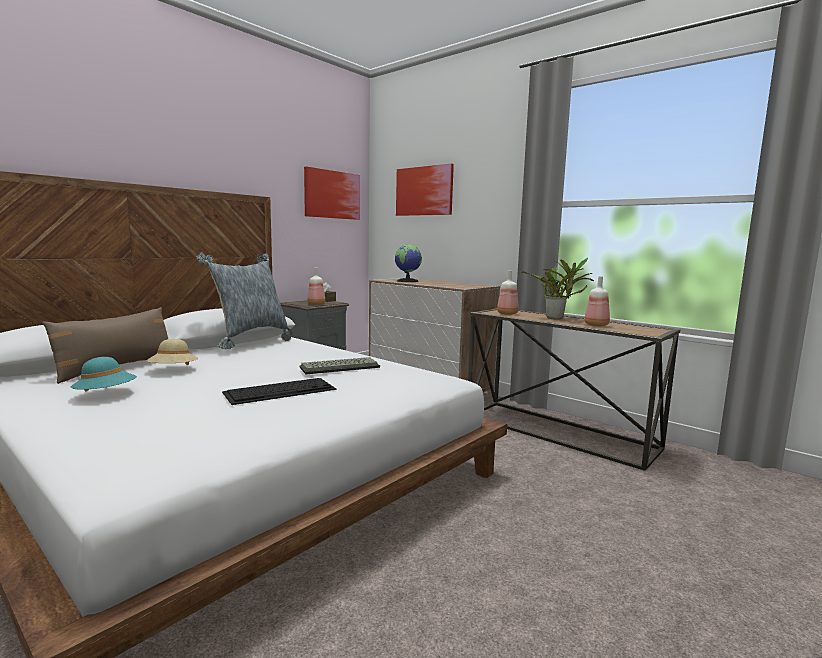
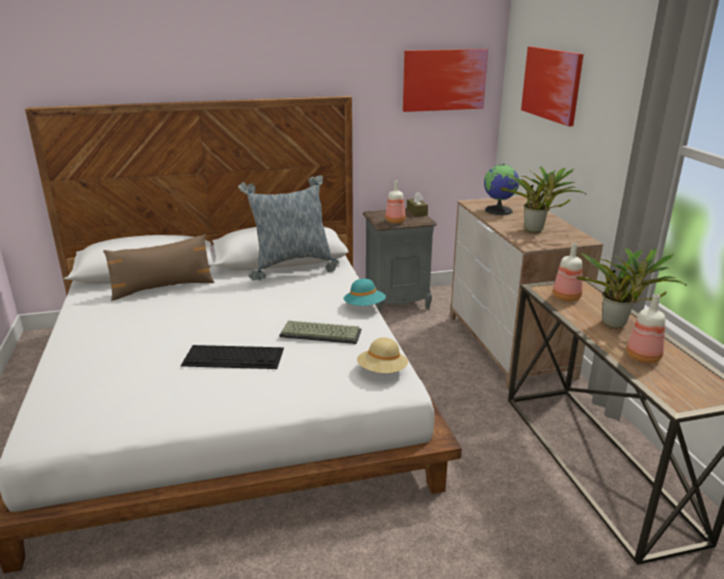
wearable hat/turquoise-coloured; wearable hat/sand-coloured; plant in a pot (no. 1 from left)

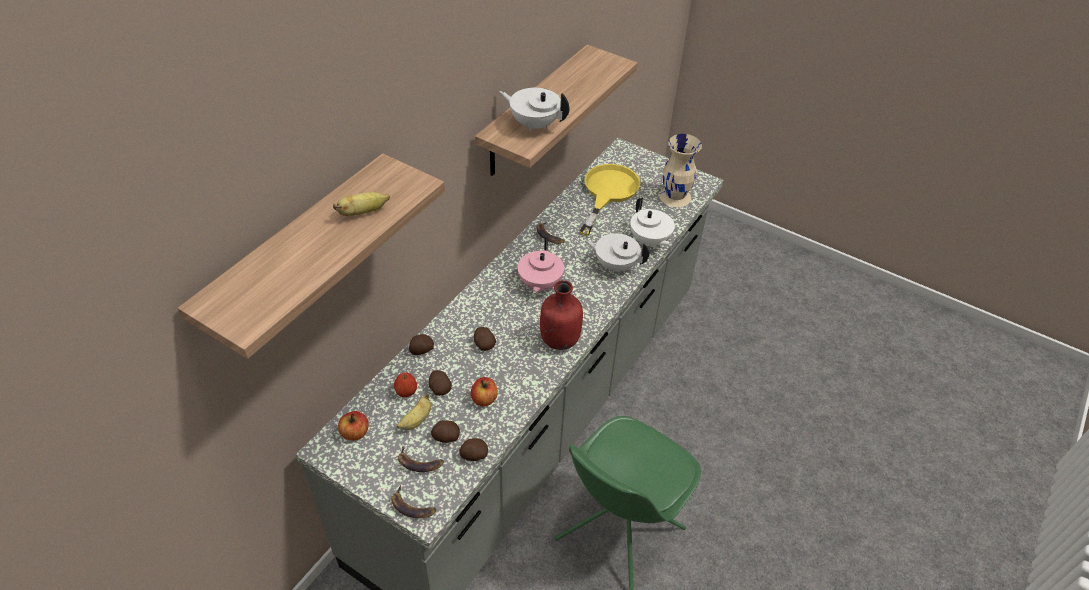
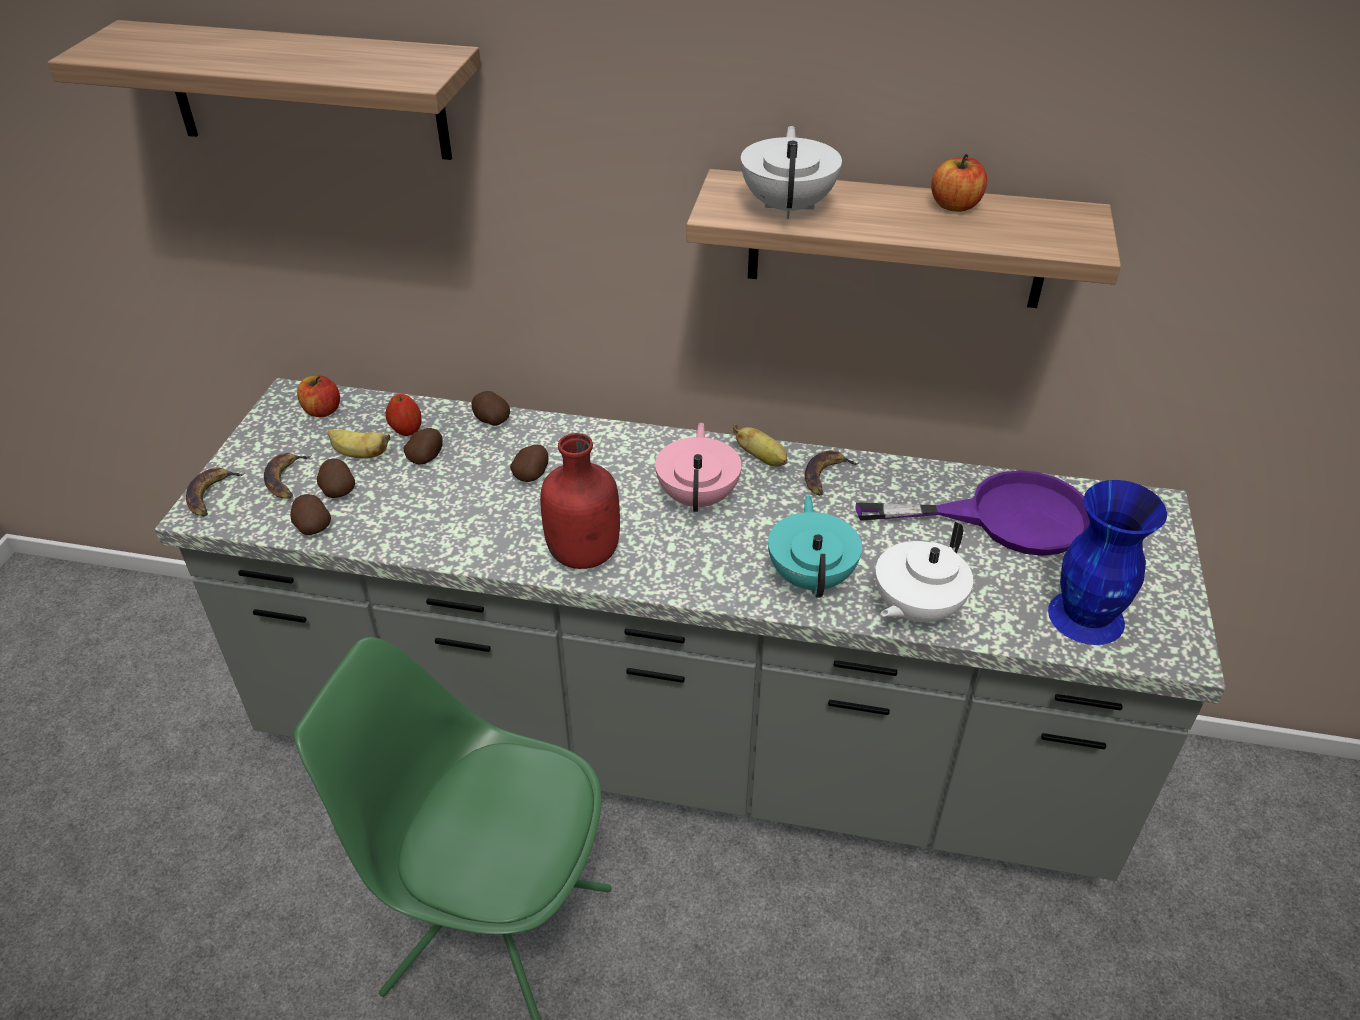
banana (no. 4 from left); whole apple (no. 3 from left); tea pot/pink; frying pan/purple-coloured; tea pot/turquoise-coloured; decorative vase/blue

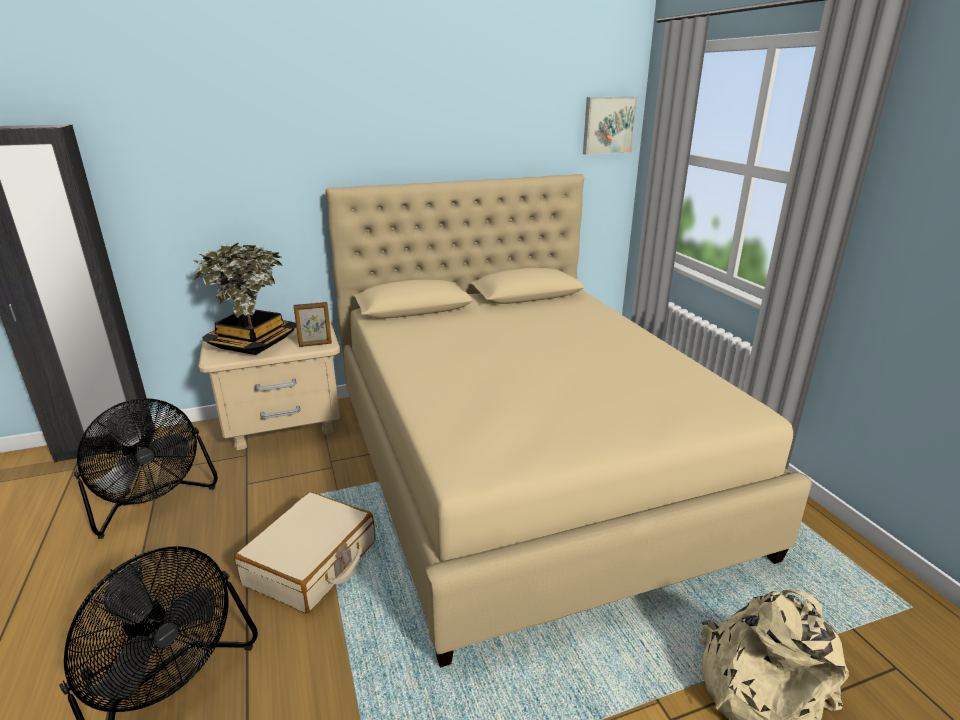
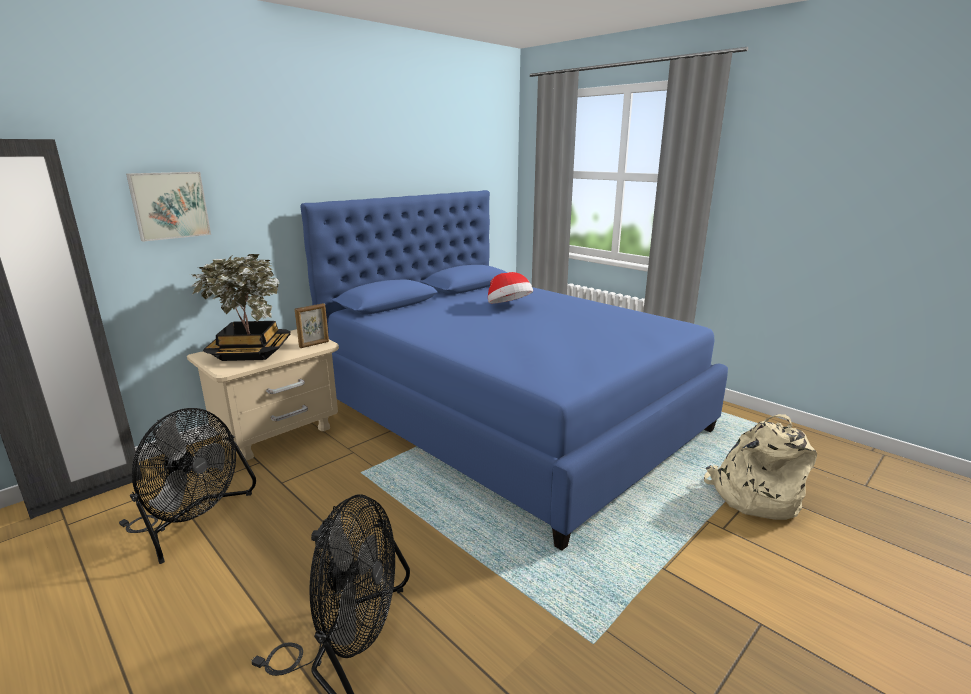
suitcase/sand-coloured; sleeping bed/blue; wall art; wearable hat

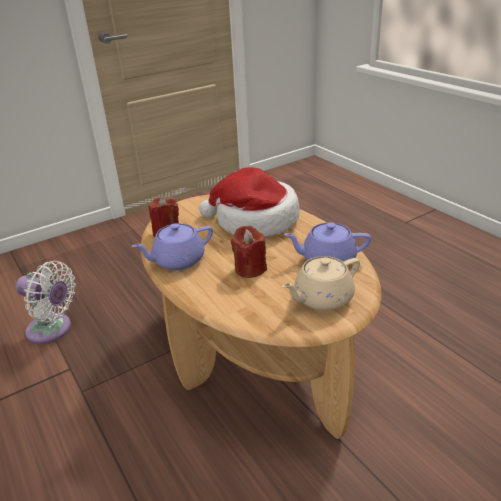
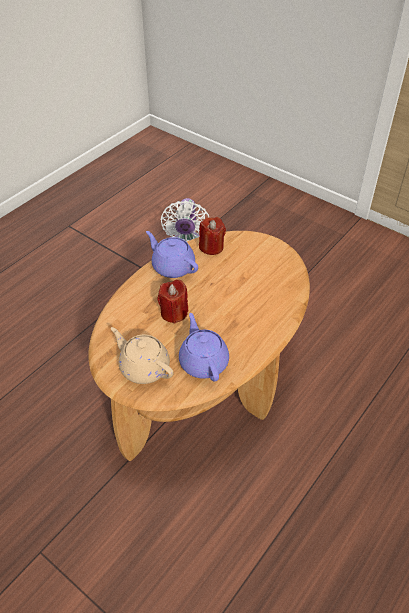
wearable hat

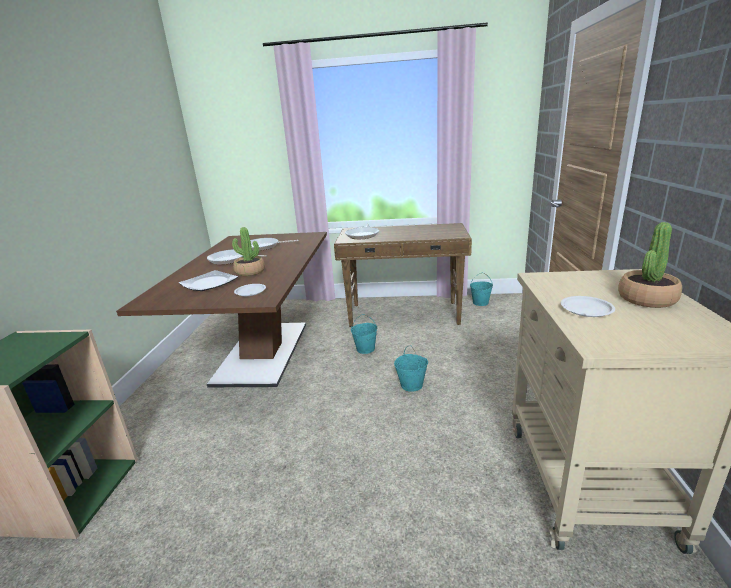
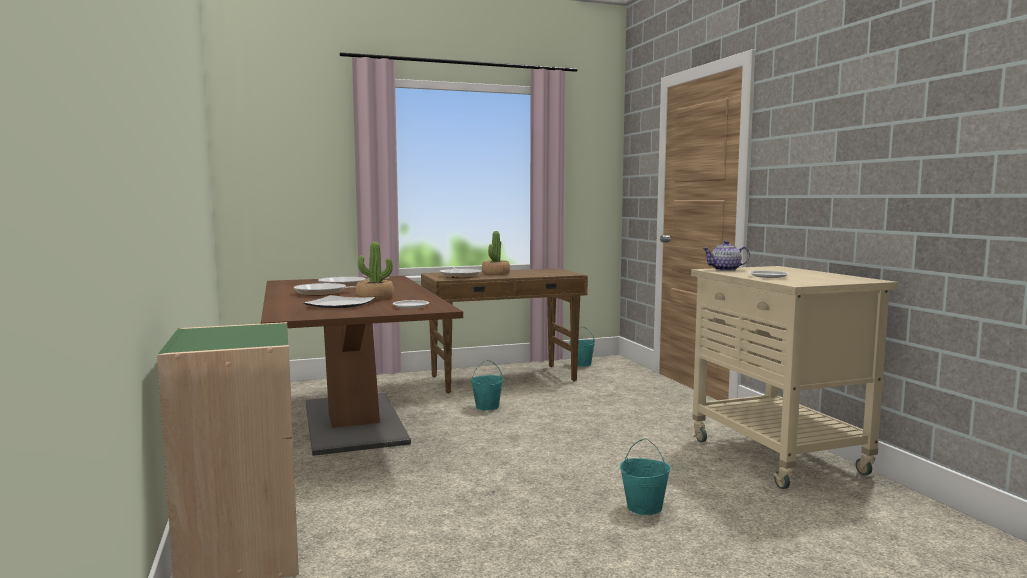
bucket/turquoise-coloured (no. 3 from left); plant in a pot (no. 2 from left); tea pot

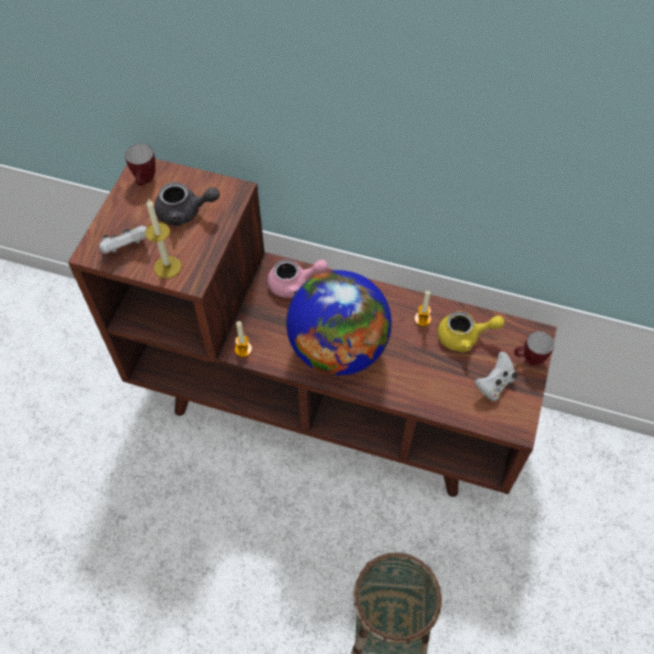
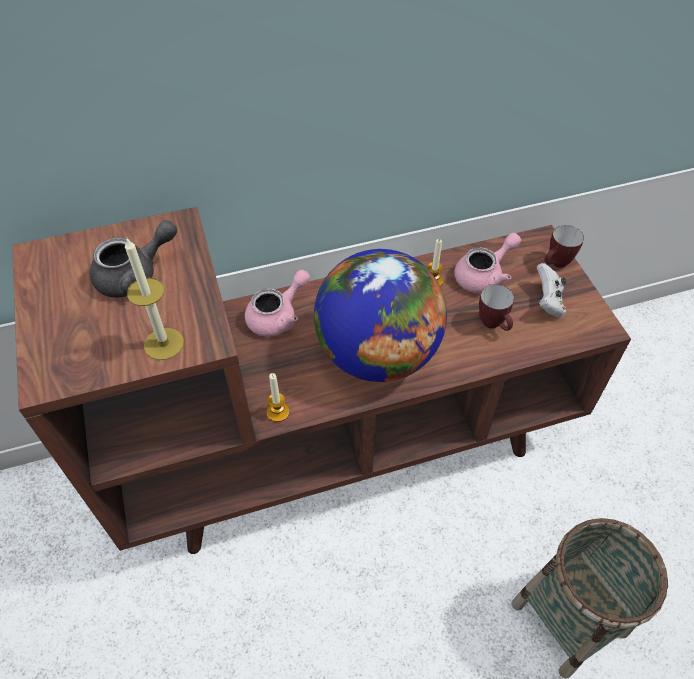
gamepad/white-coloured (no. 1 from left in the first image); tea mug (no. 1 from left); tea pot/pink (no. 2 from left)

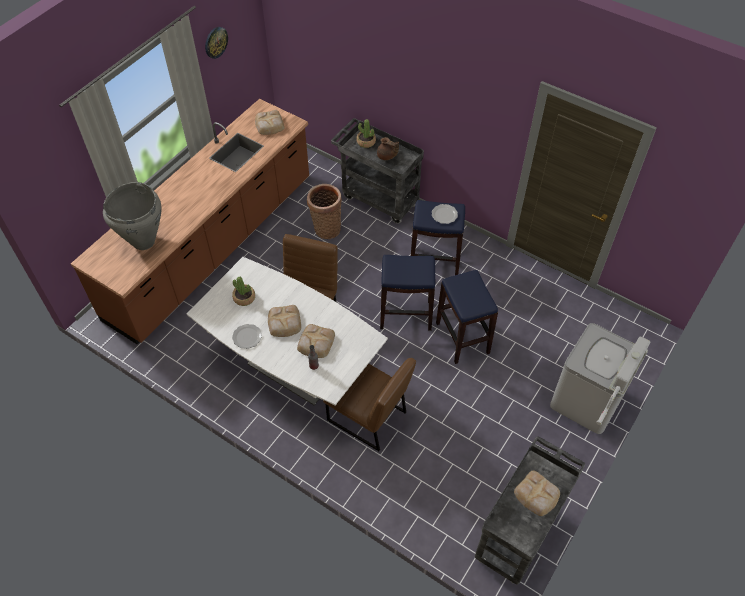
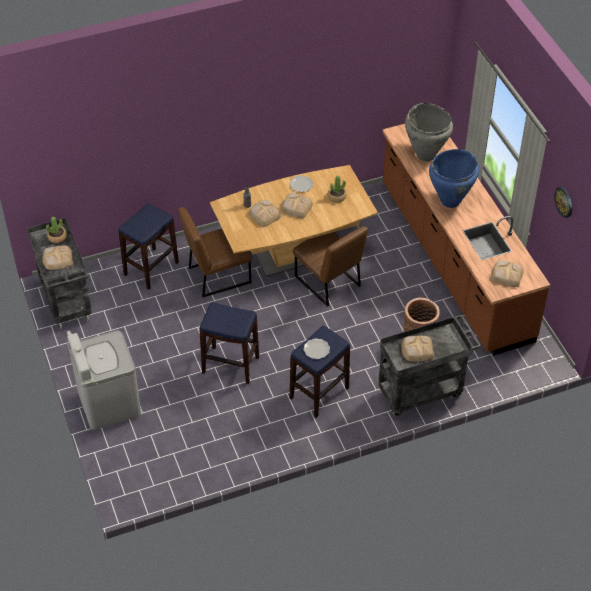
dining table/brownish; plant in a pot (no. 1 from left); bakery bread (no. 4 from left); sitting stool (no. 1 from left); decorative vase/blue

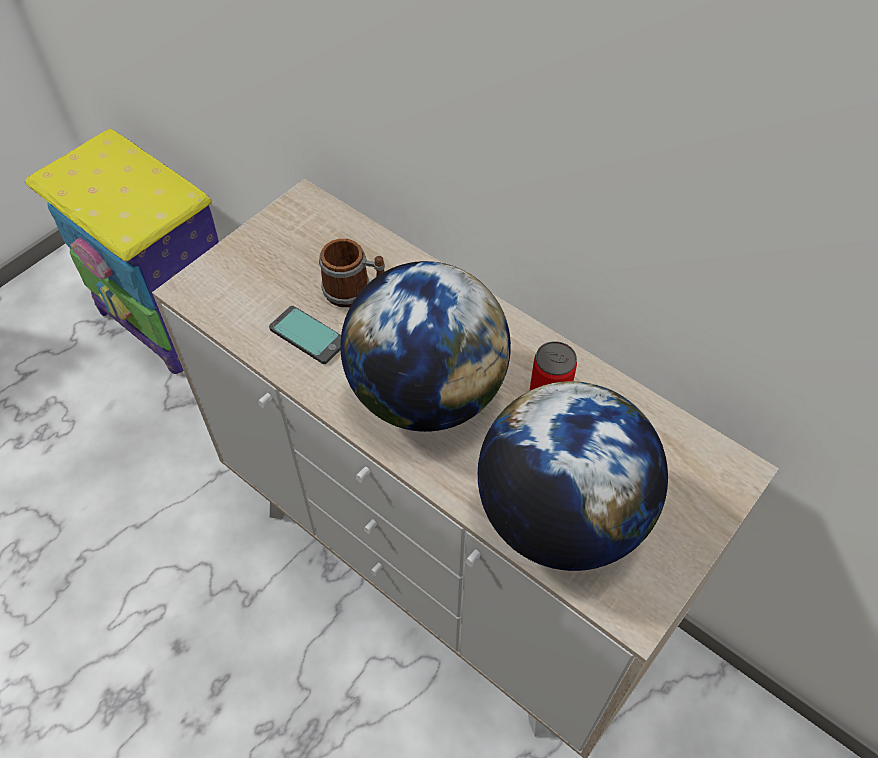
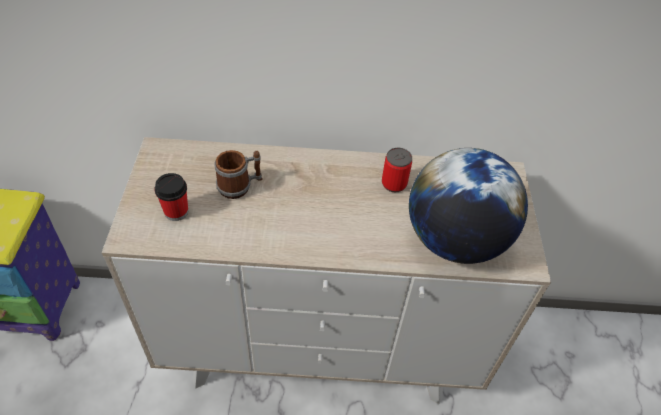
phone; desk globe (no. 1 from left in the first image); cup

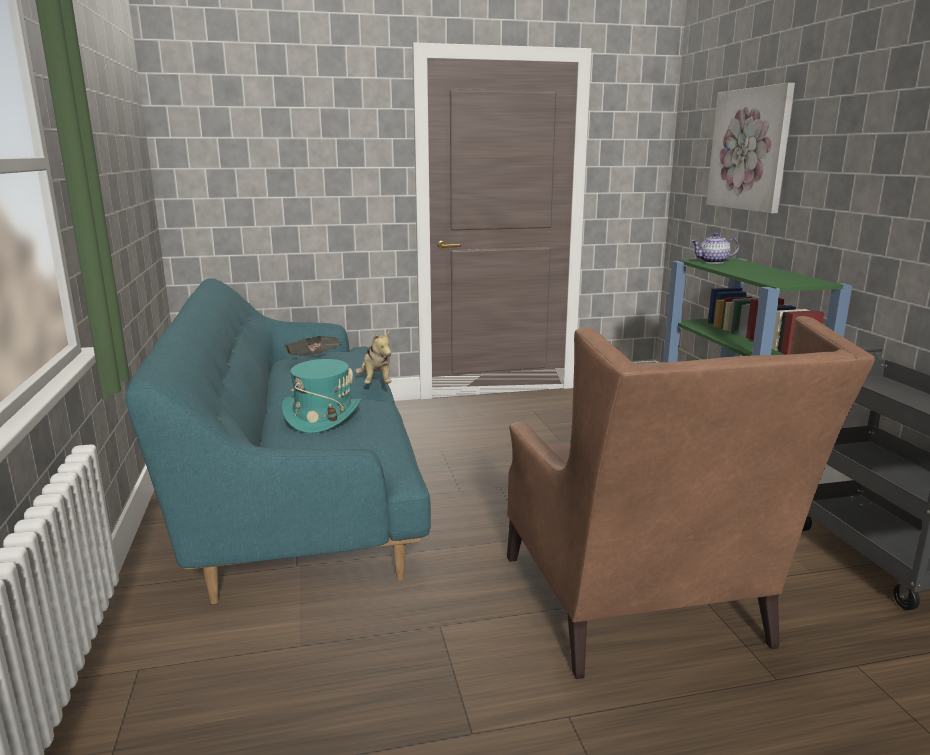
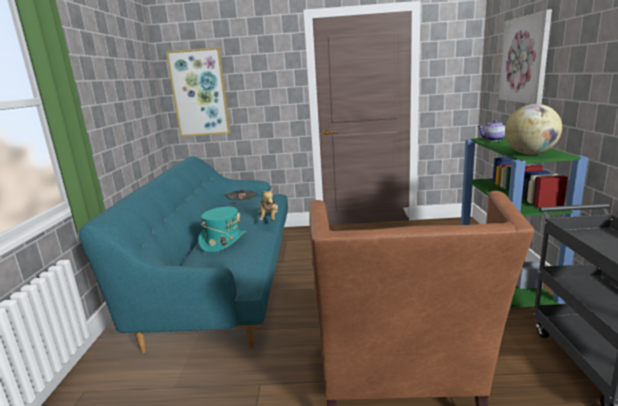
wall art (no. 1 from left); desk globe

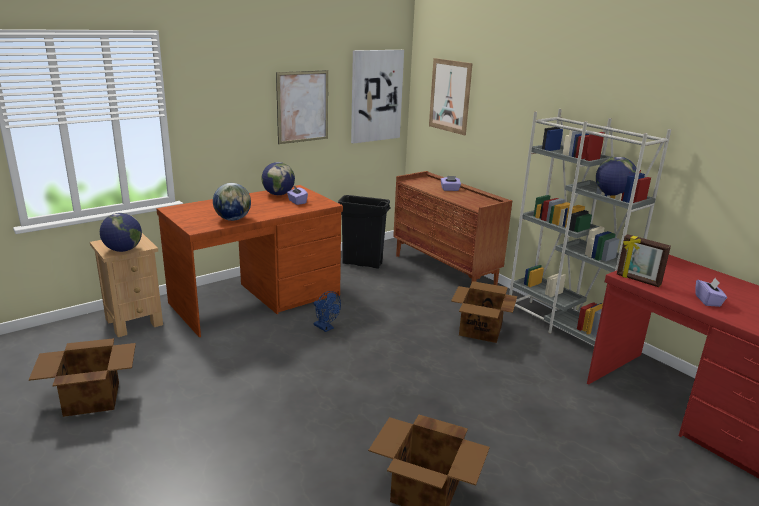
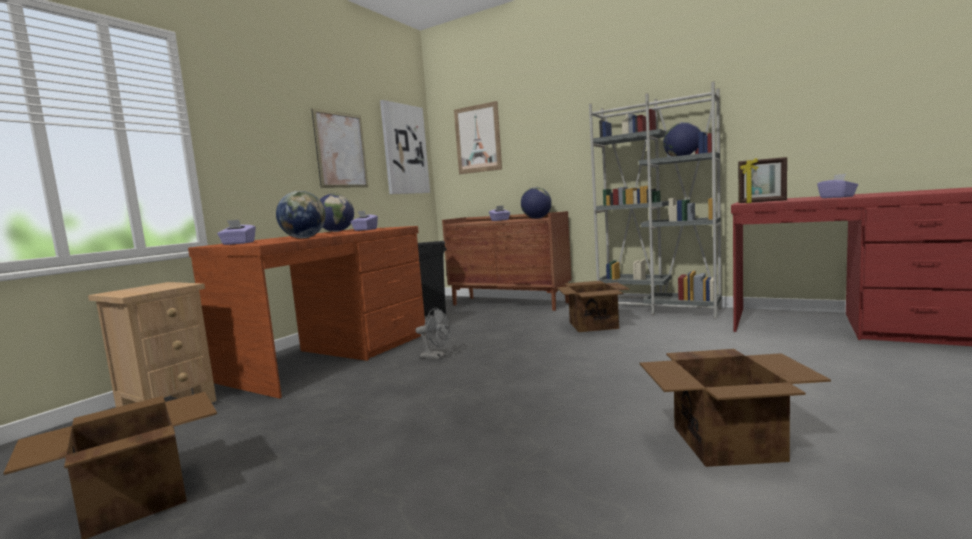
desk globe (no. 3 from left); electric fan/greyish; tissue box/purple-coloured (no. 1 from left)

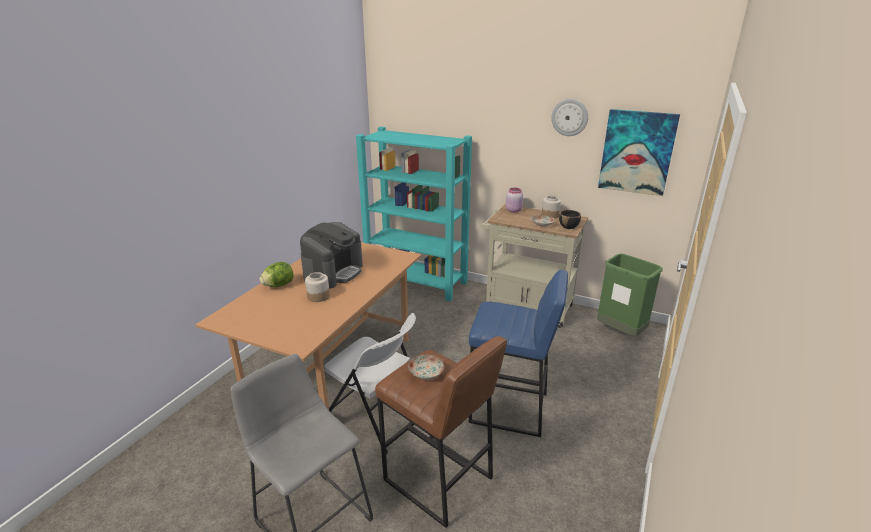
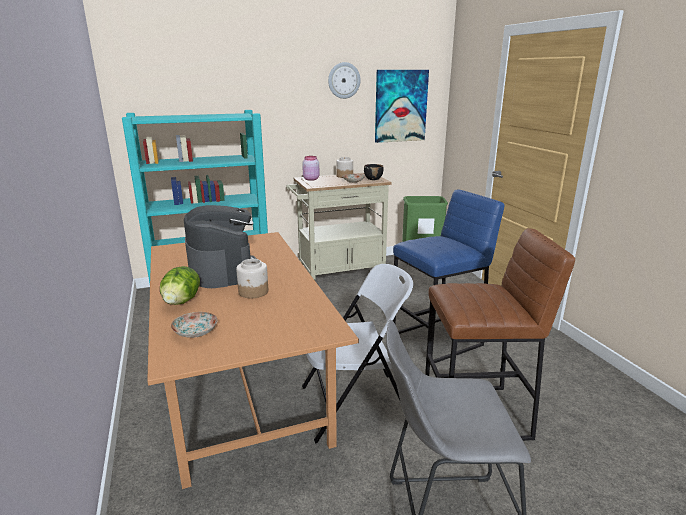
flat dish (no. 1 from left)

